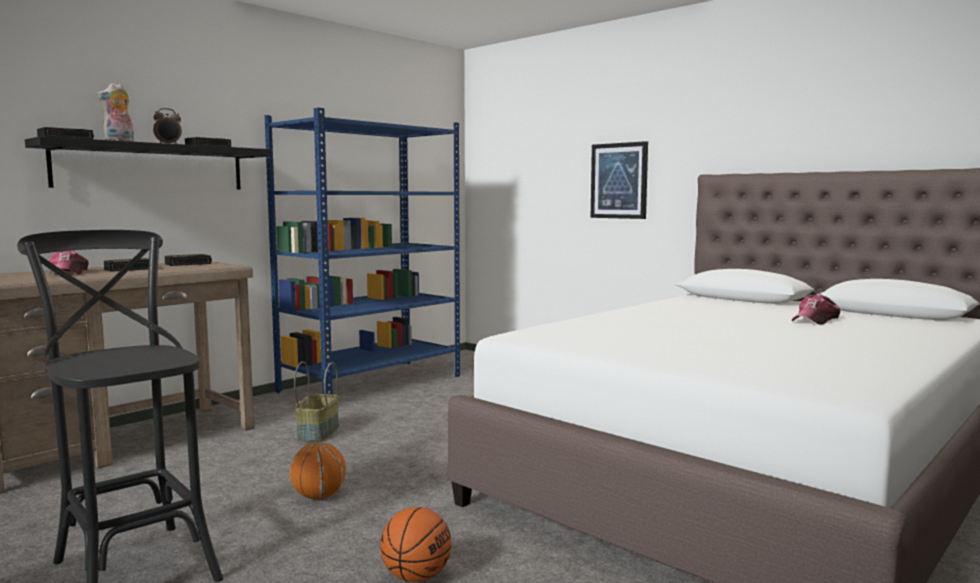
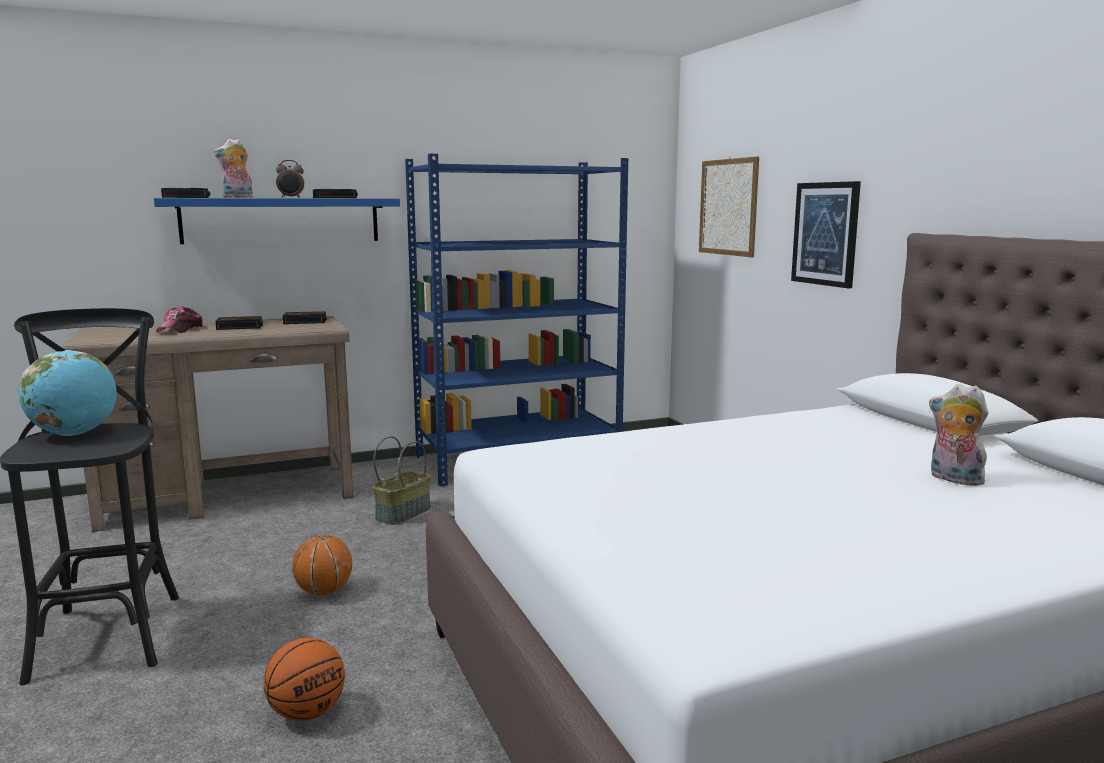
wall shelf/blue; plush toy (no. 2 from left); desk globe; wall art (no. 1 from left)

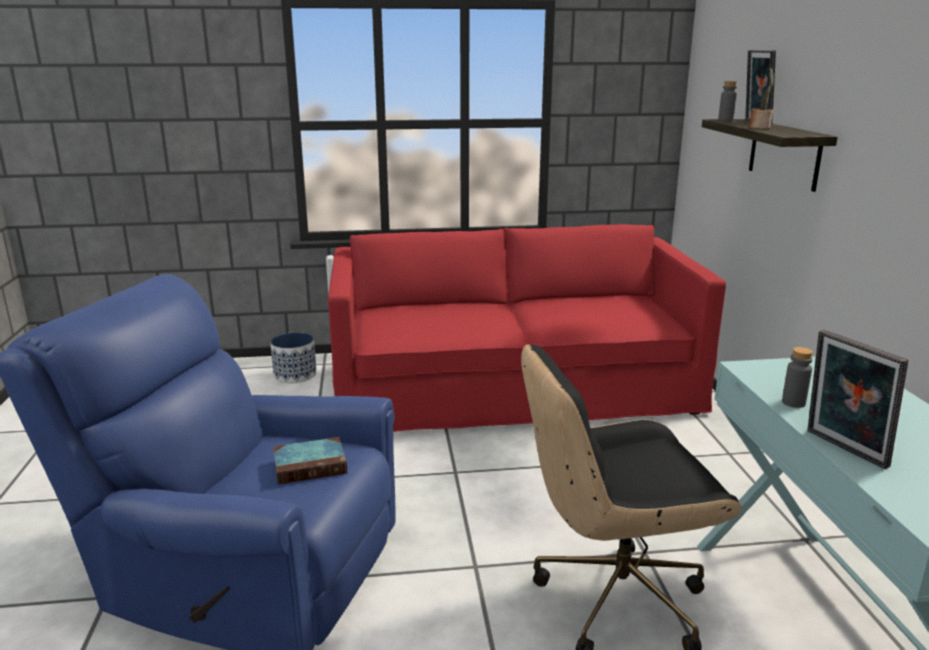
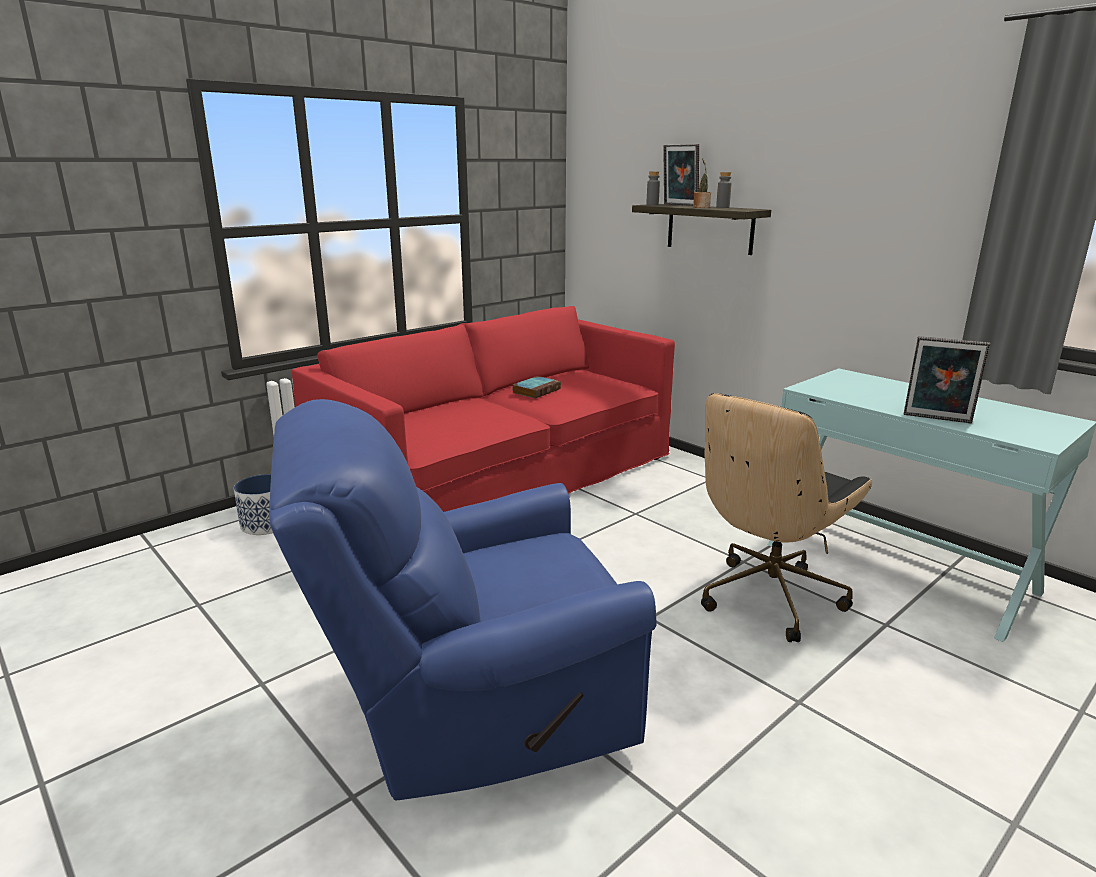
book; beverage bottle/greyish (no. 2 from left)

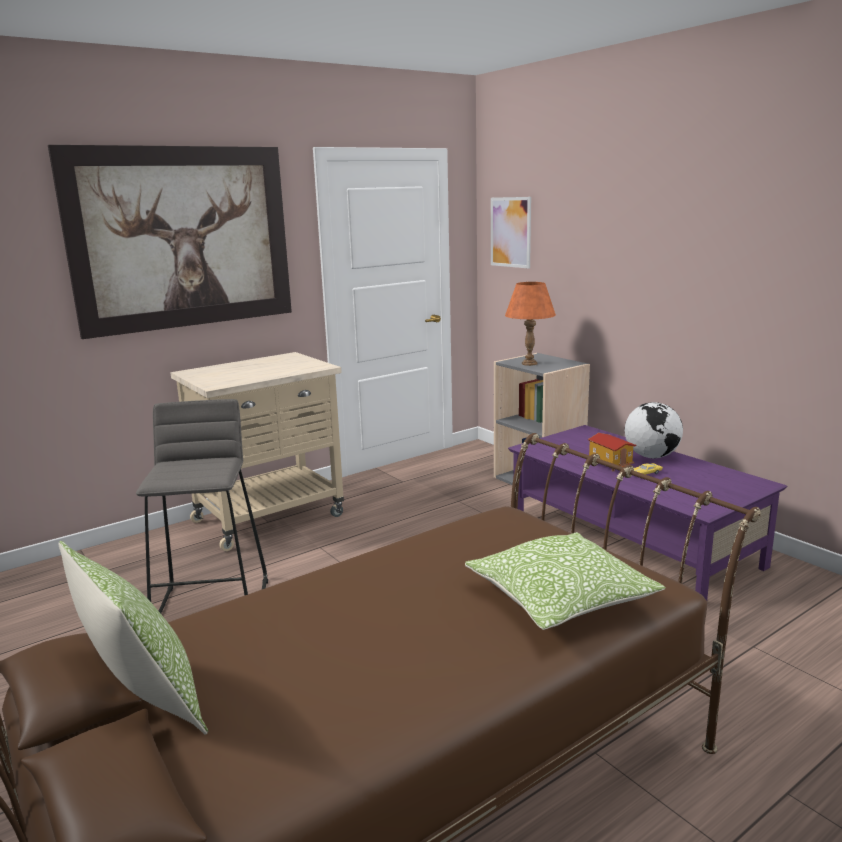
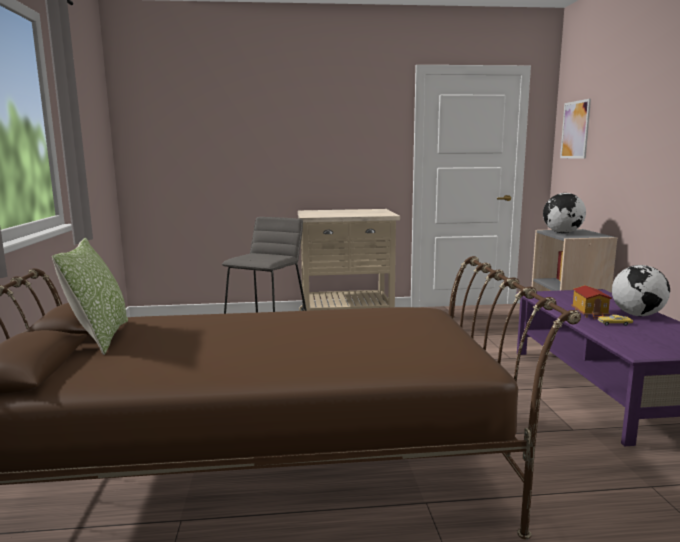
wall art (no. 1 from left in the first image); cushion (no. 2 from left in the first image); desk globe (no. 1 from left)

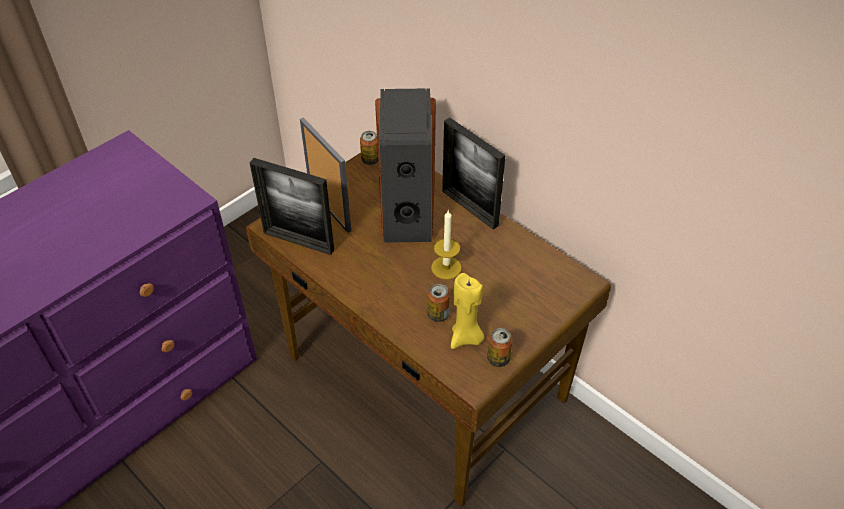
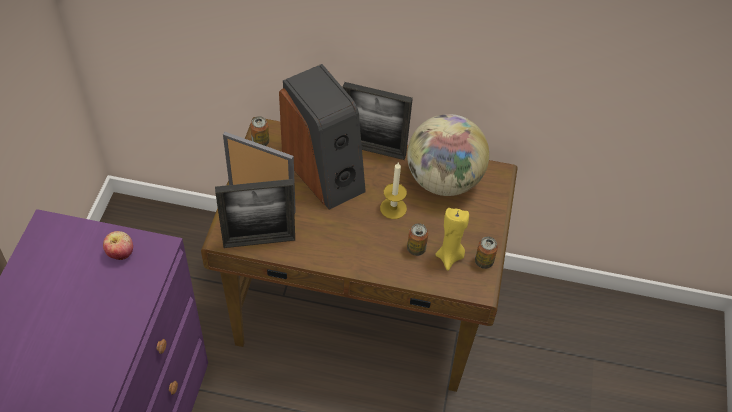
whole apple; desk globe

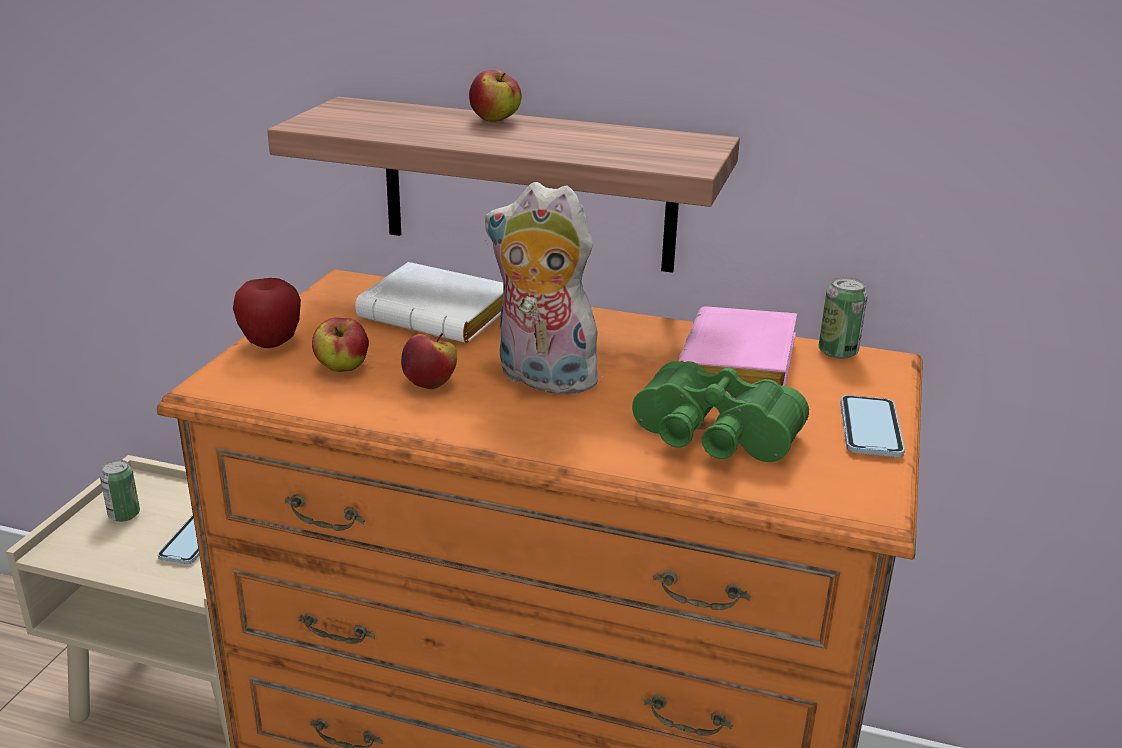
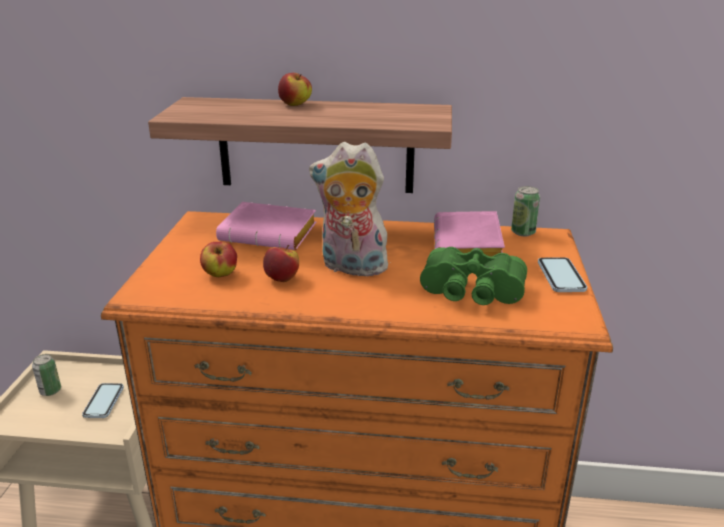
whole apple (no. 1 from left in the first image); book/pink (no. 1 from left)

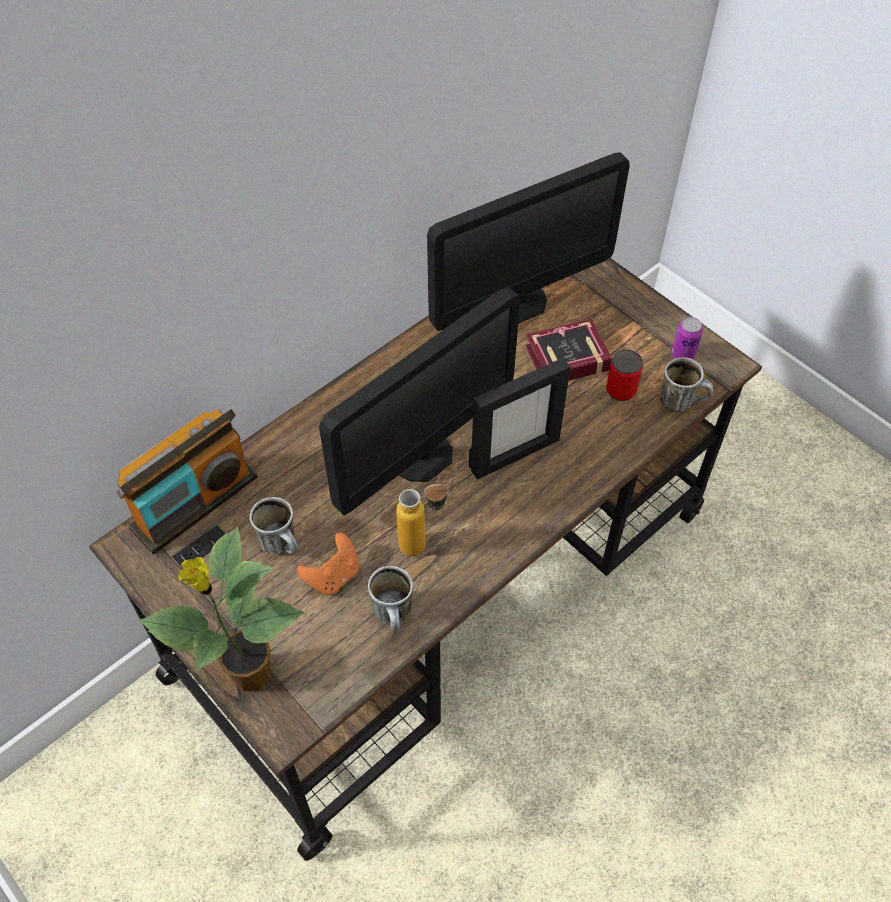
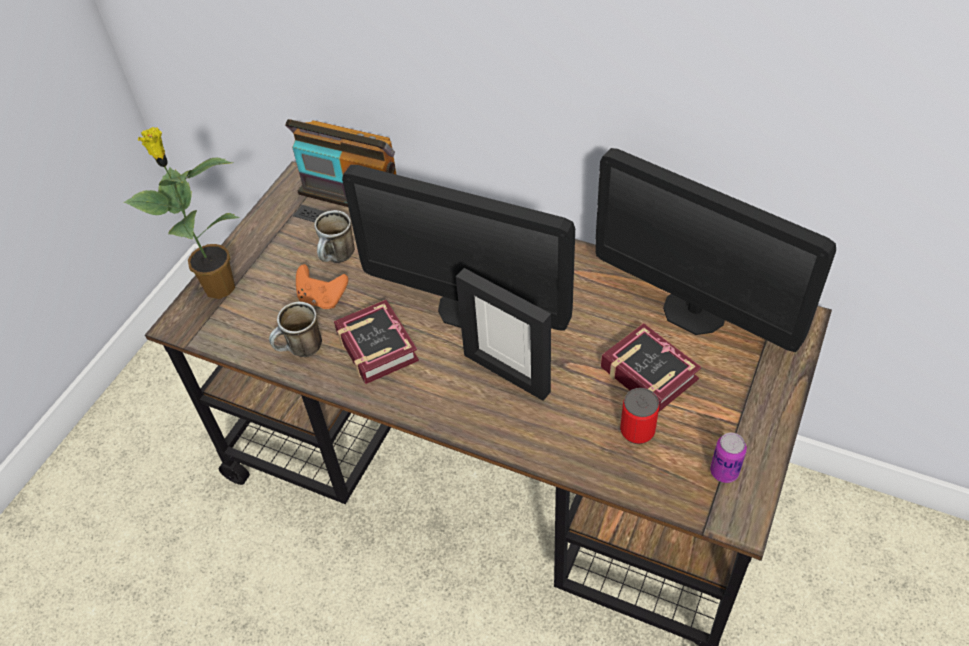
book (no. 1 from left); tea mug (no. 3 from left in the first image)

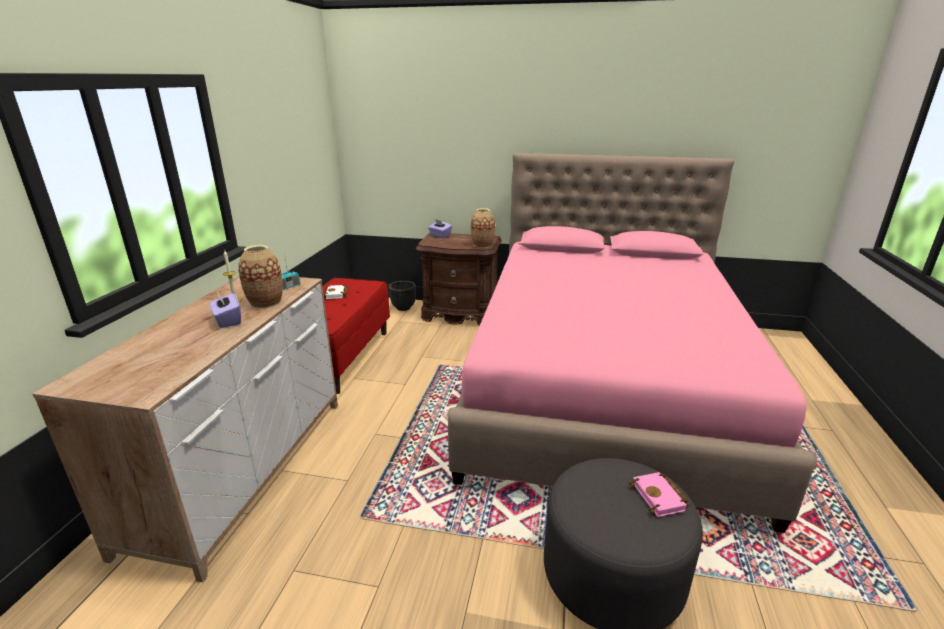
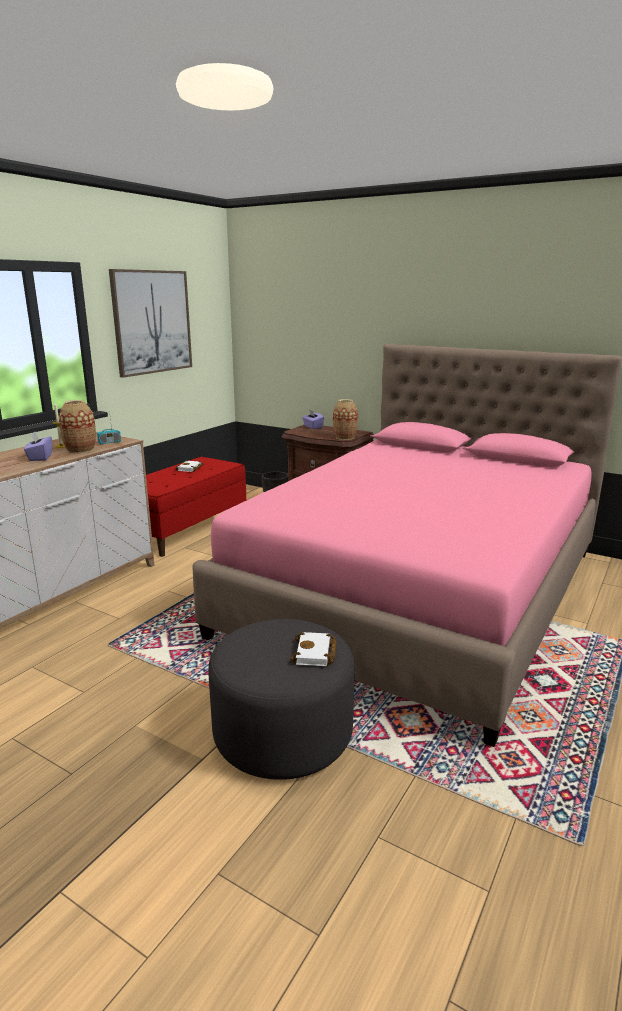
book/white-coloured (no. 2 from left); wall art

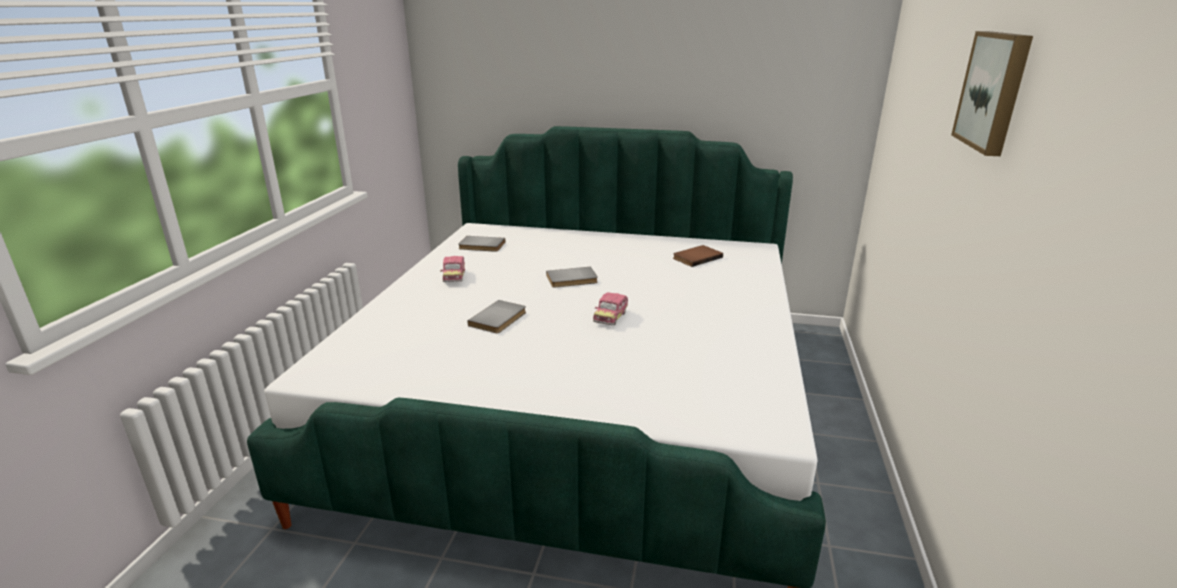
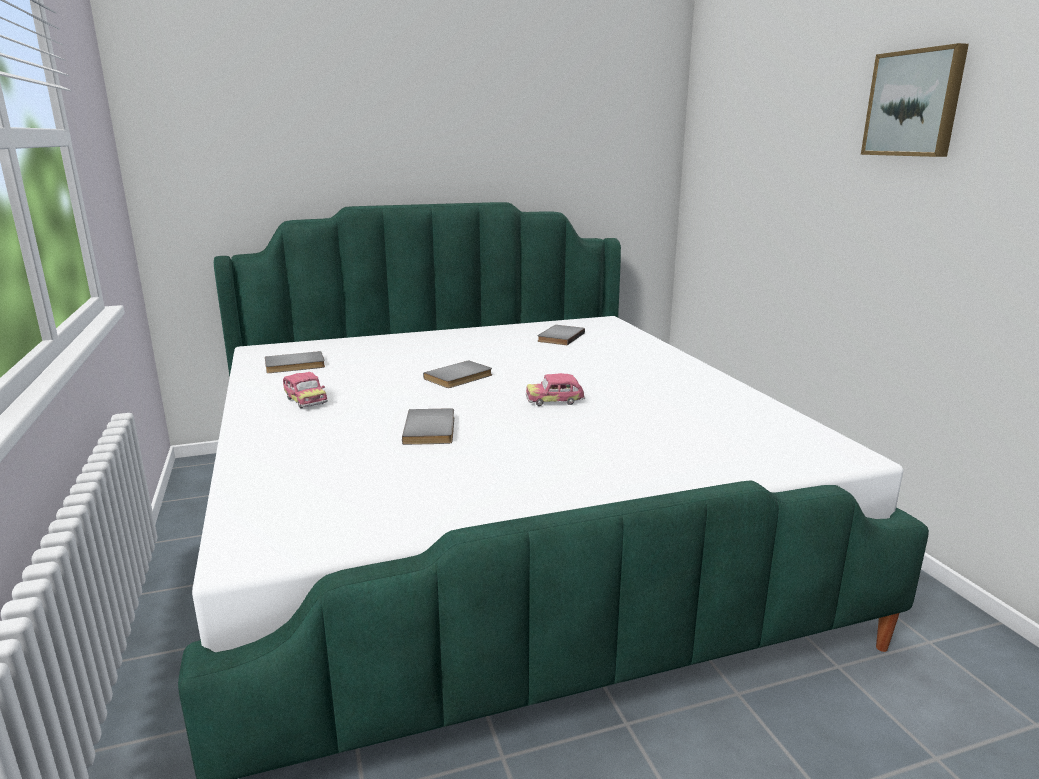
toy car (no. 2 from left); book/greyish (no. 4 from left)

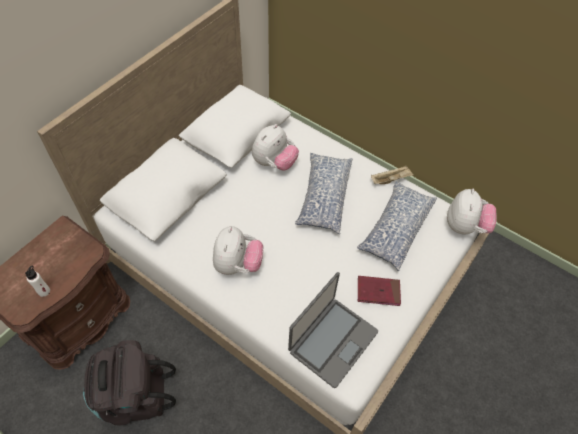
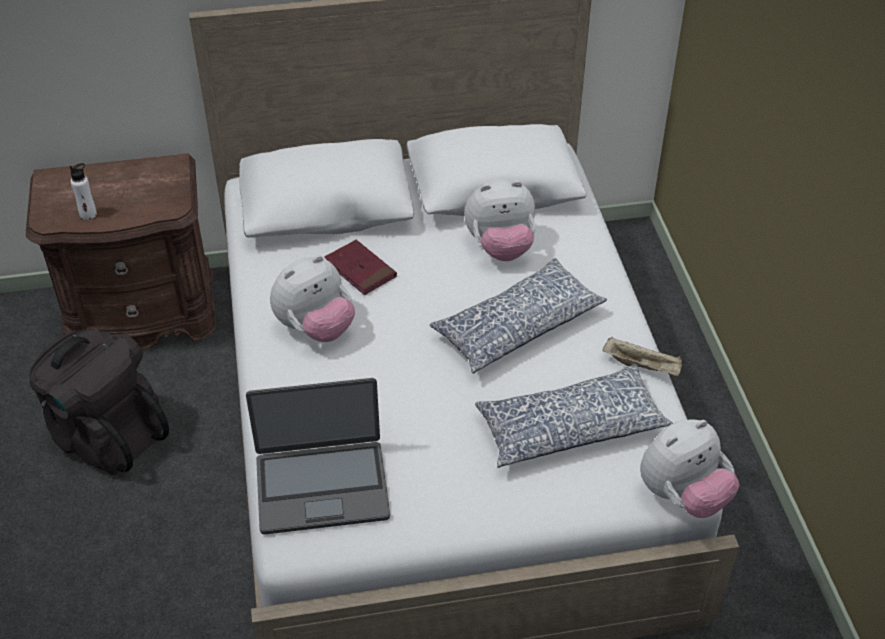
book/red-coloured

